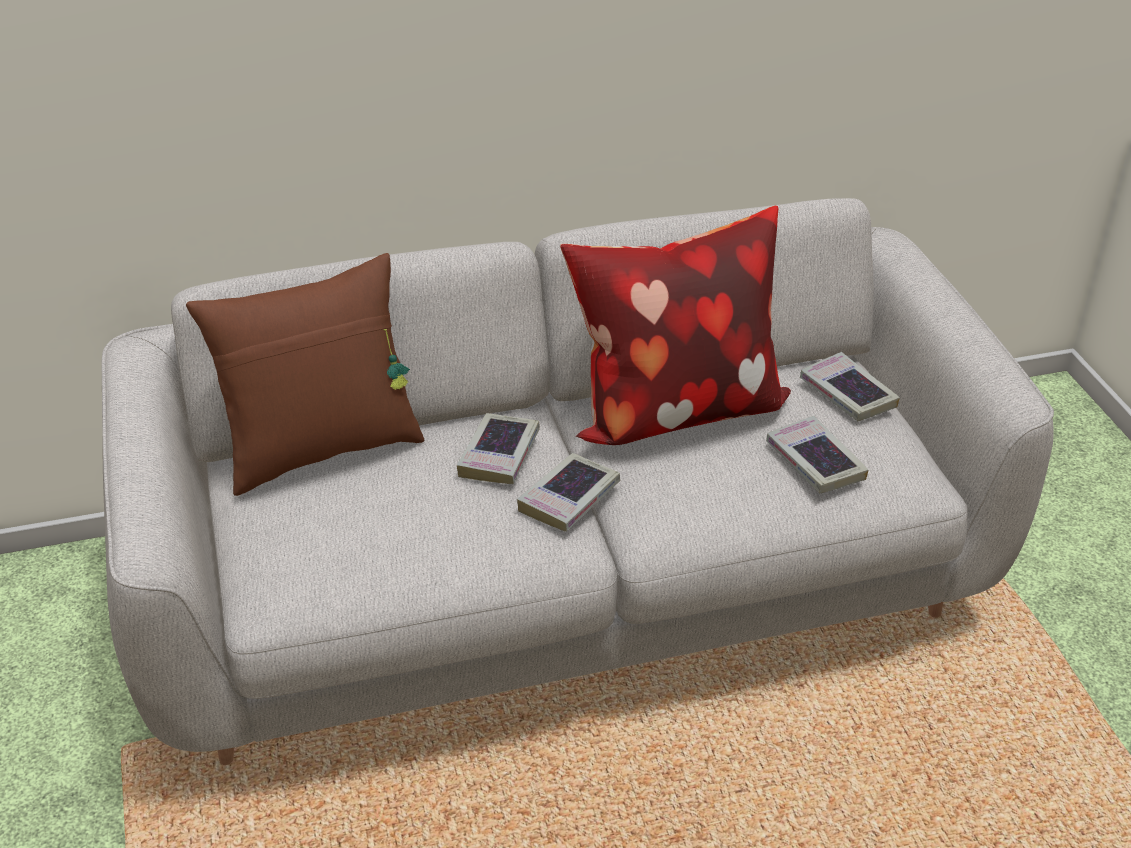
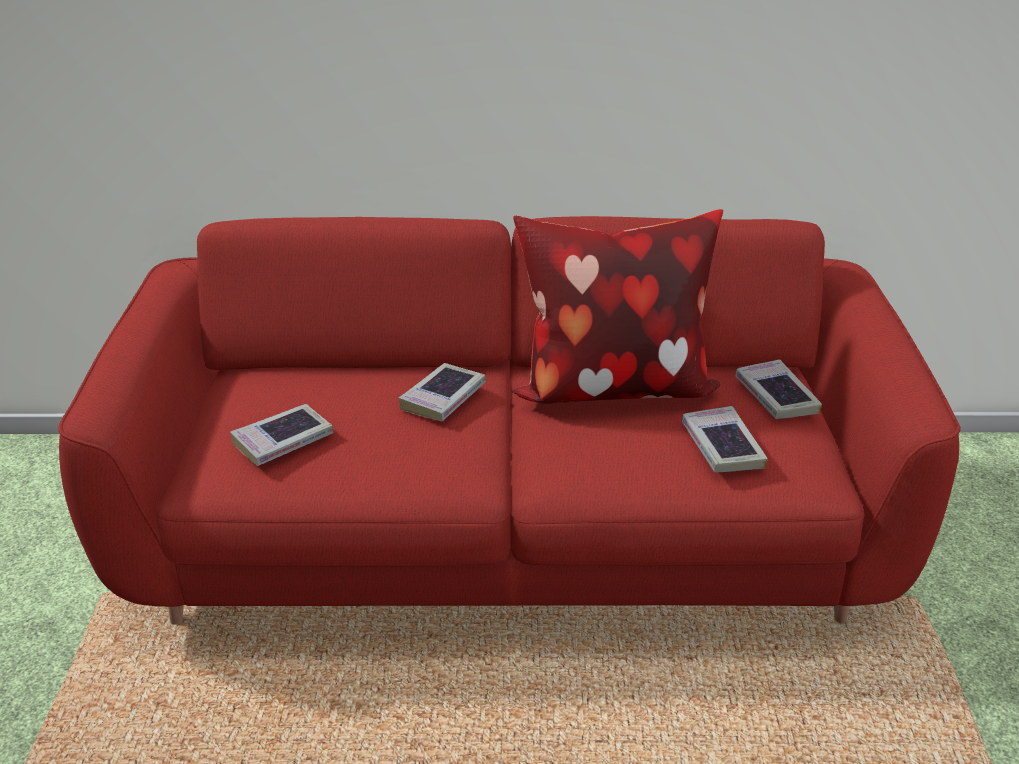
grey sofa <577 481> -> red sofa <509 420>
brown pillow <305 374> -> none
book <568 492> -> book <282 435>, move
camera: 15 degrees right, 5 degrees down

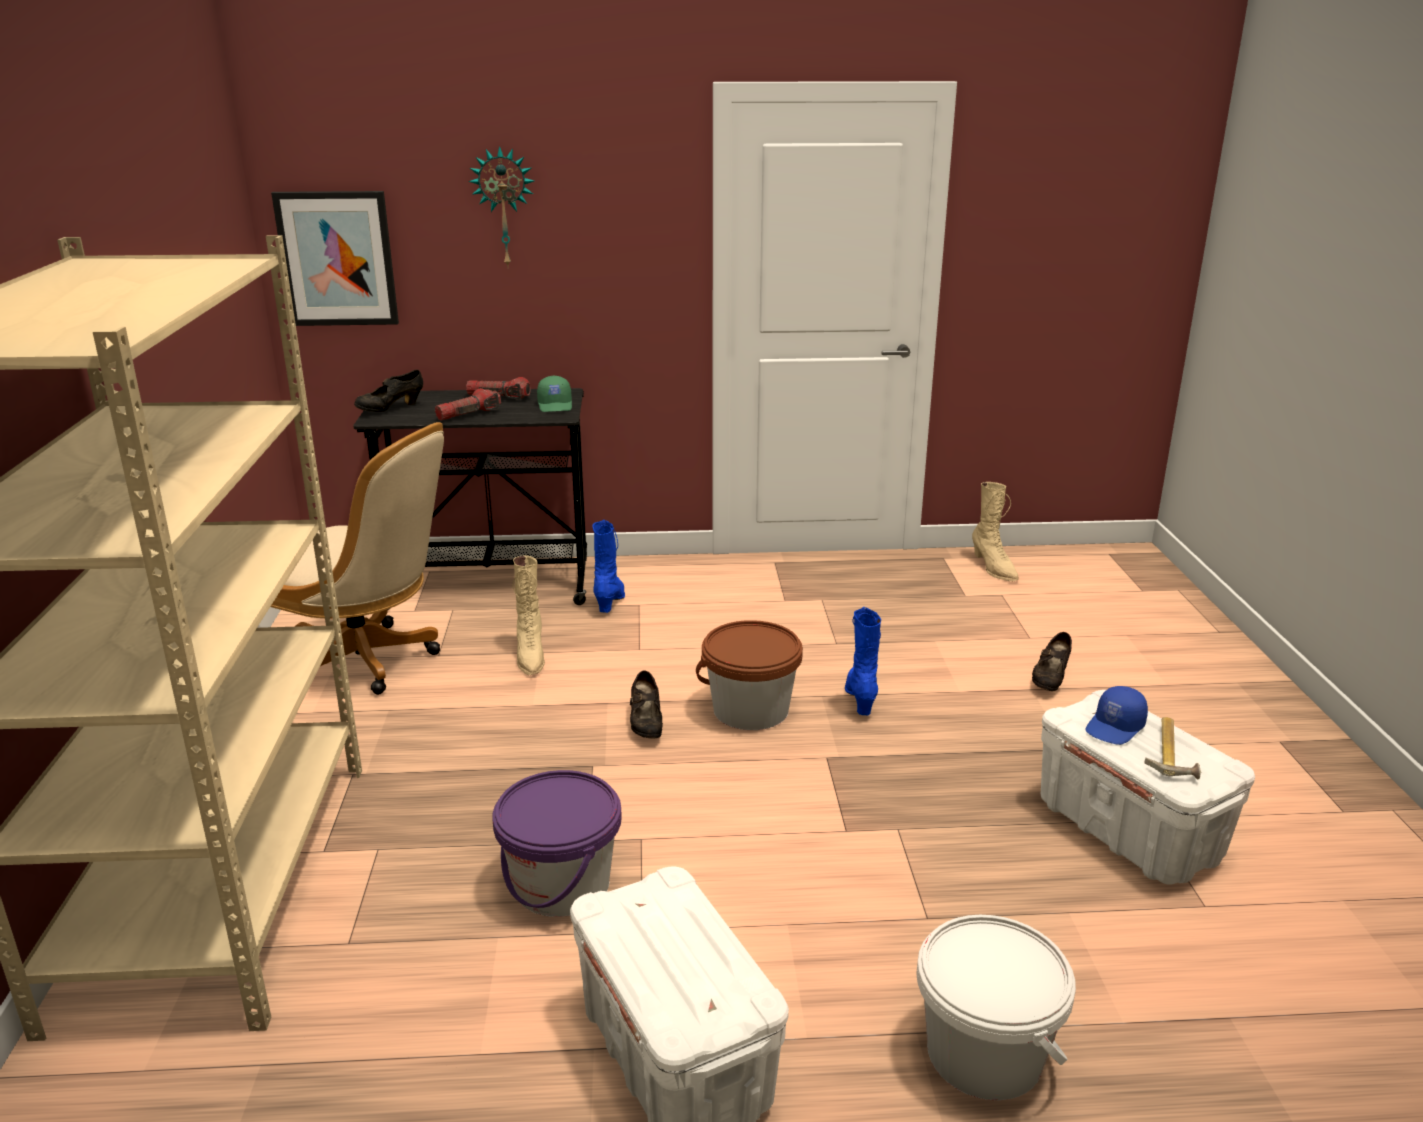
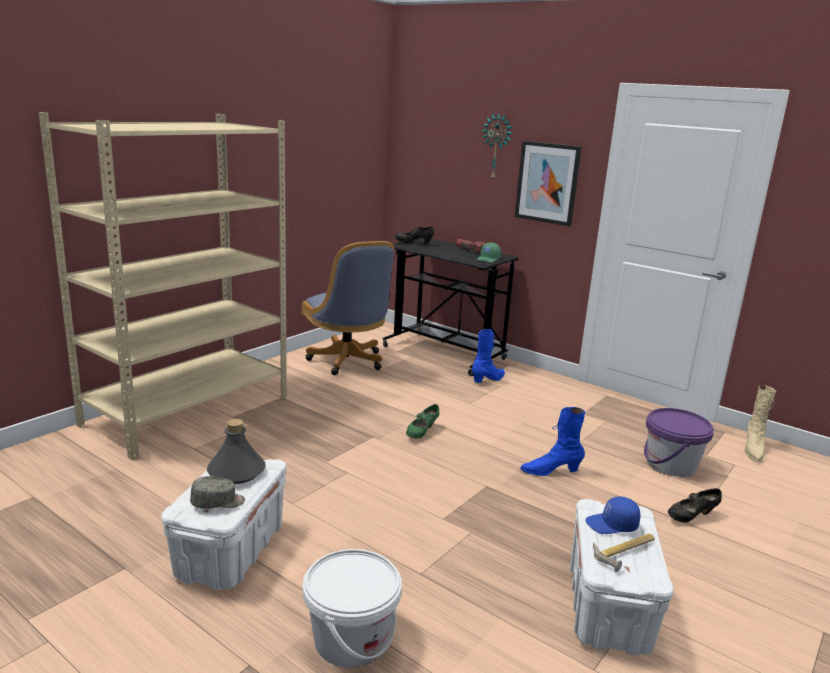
picture <335 258> -> picture <548 183>, move
beige office chair <357 558> -> blue office chair <348 308>
flashlight <468 404> -> none
purple bucket <557 843> -> purple bucket <679 442>, move
beige boot <528 615> -> none
black shoe <646 704> -> green shoe <422 421>
brown bucket <749 675> -> none
blue boot <863 661> -> blue boot <552 441>, 135 degrees counterclockwise
none -> grey cap <217 492>
none -> grey bottle <236 451>
camera: 40 degrees right, 5 degrees down

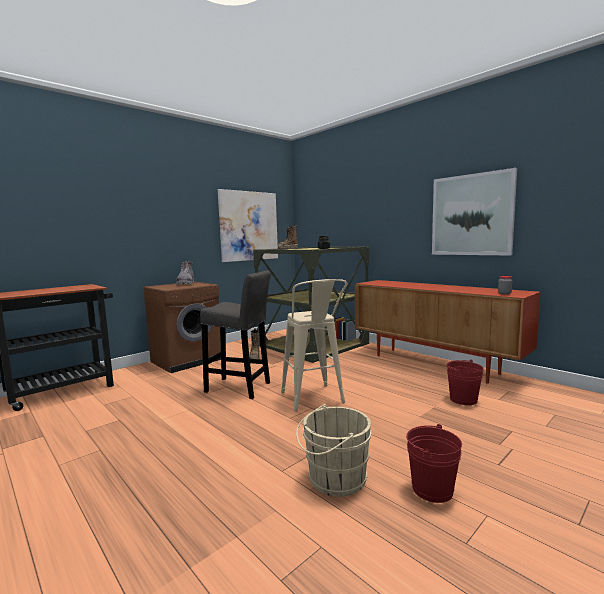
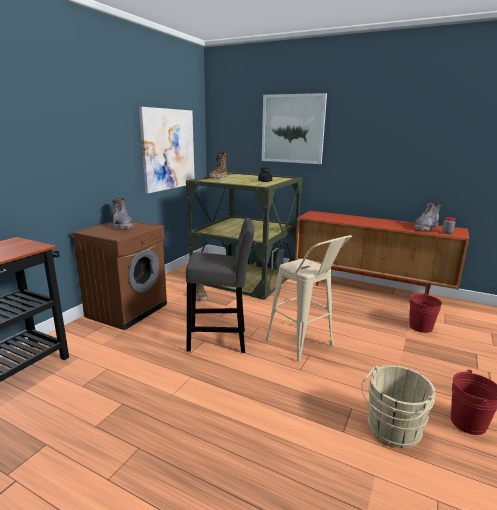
picture <474 212> -> picture <294 128>, move
none -> grey boot <427 217>
camera: 20 degrees left, 10 degrees up

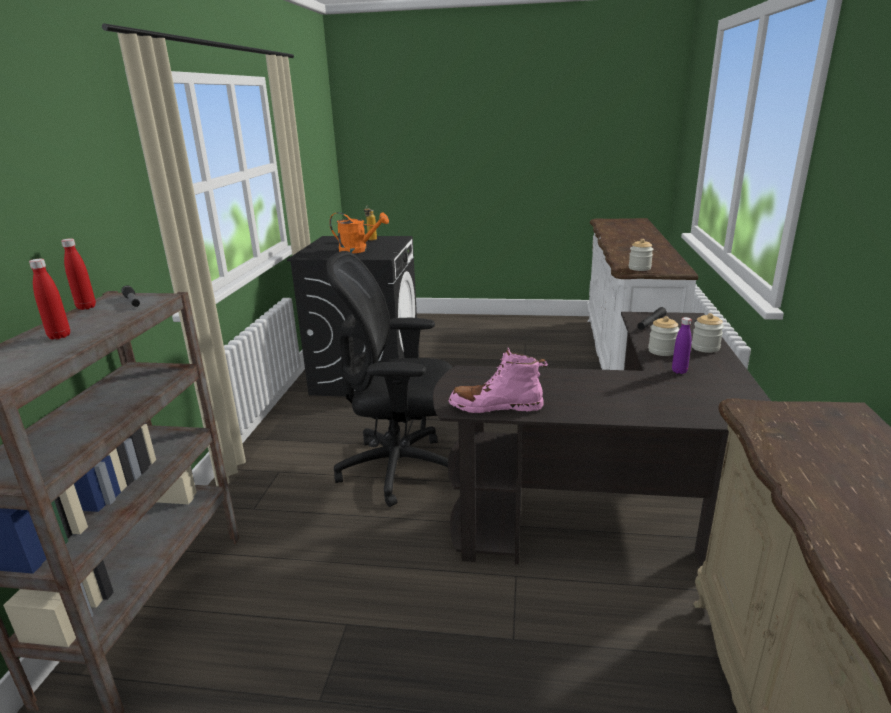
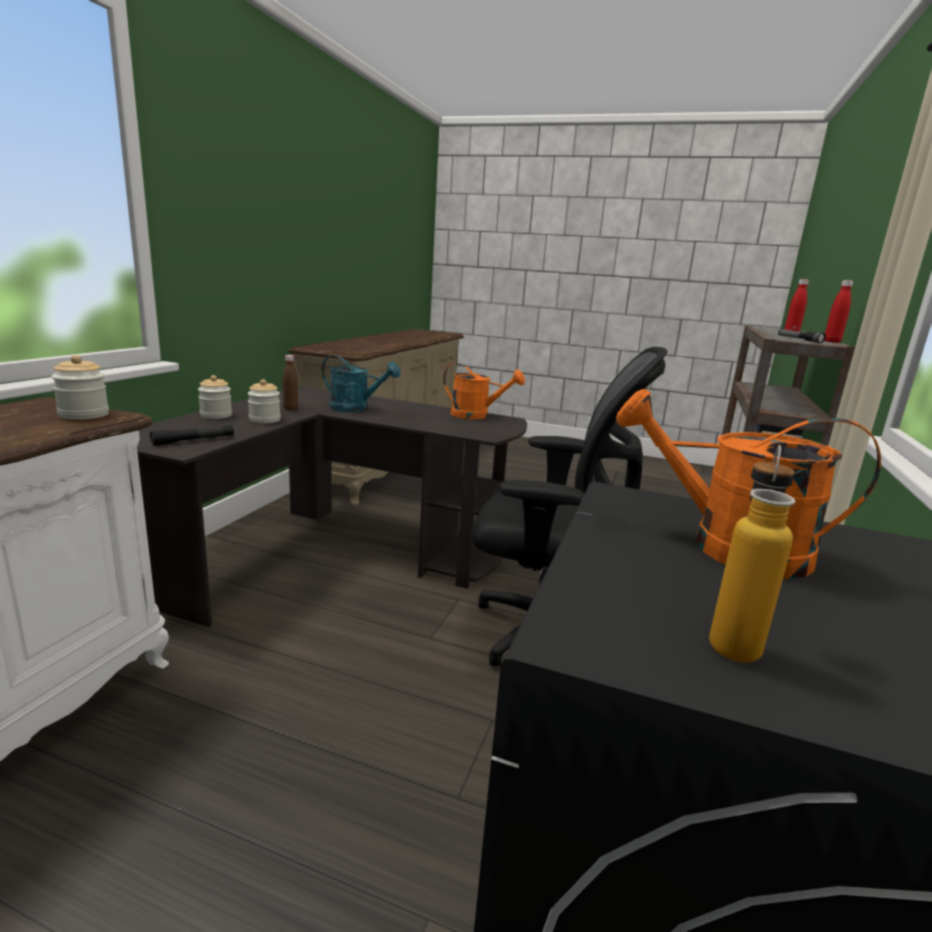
pink boot <498 380> -> orange watering can <484 391>
purple bottle <682 345> -> brown bottle <290 382>
none -> turquoise watering can <361 383>
camera: 170 degrees left, 5 degrees down

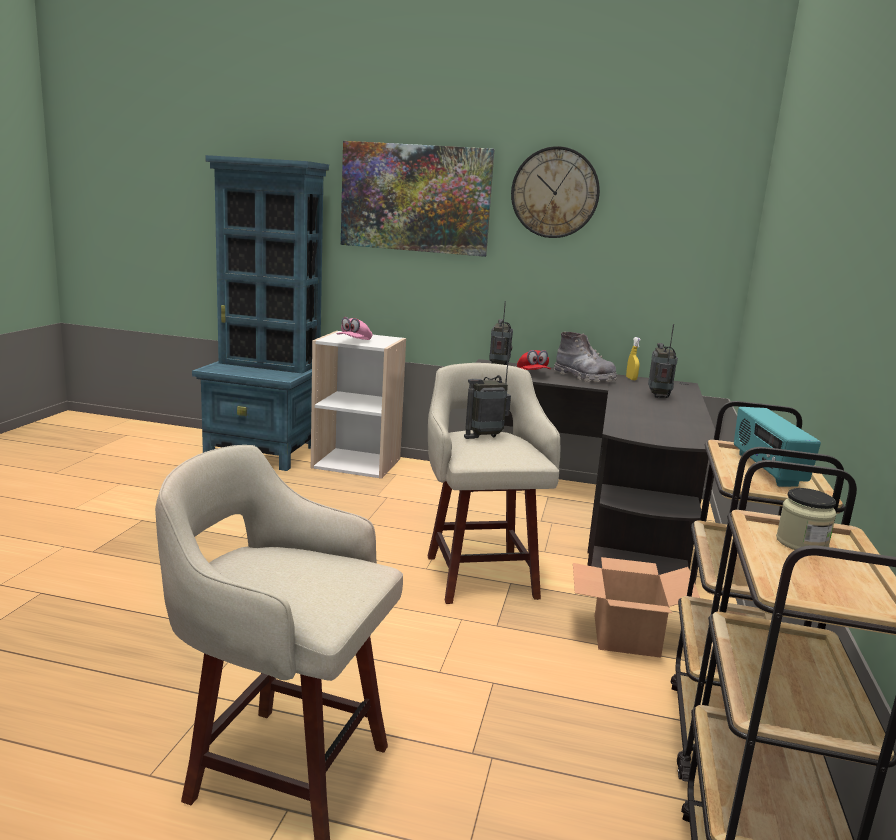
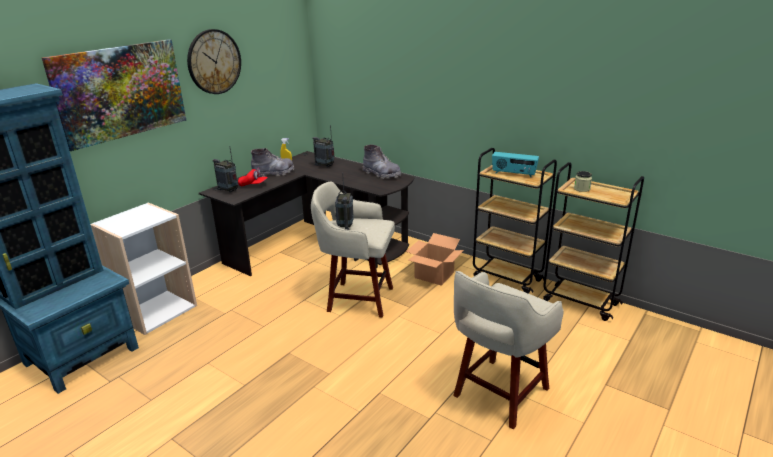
pink cap <354 328> -> none
none -> grey boot <382 162>
camera: 65 degrees left, 10 degrees up

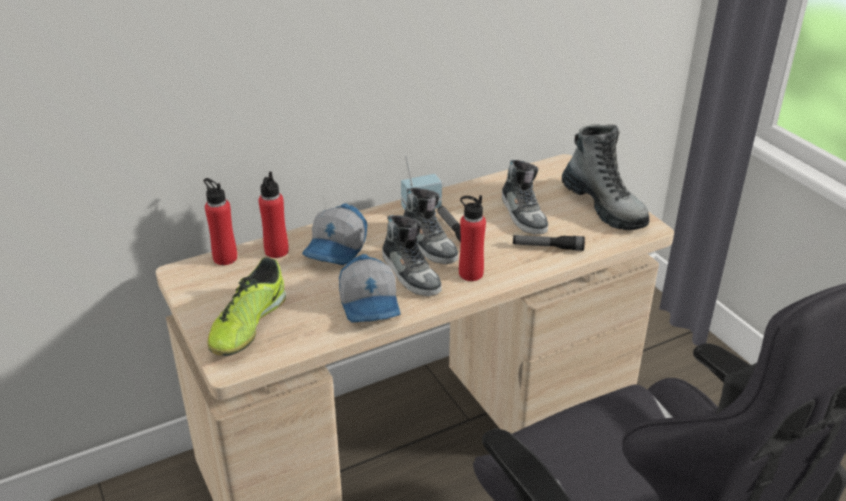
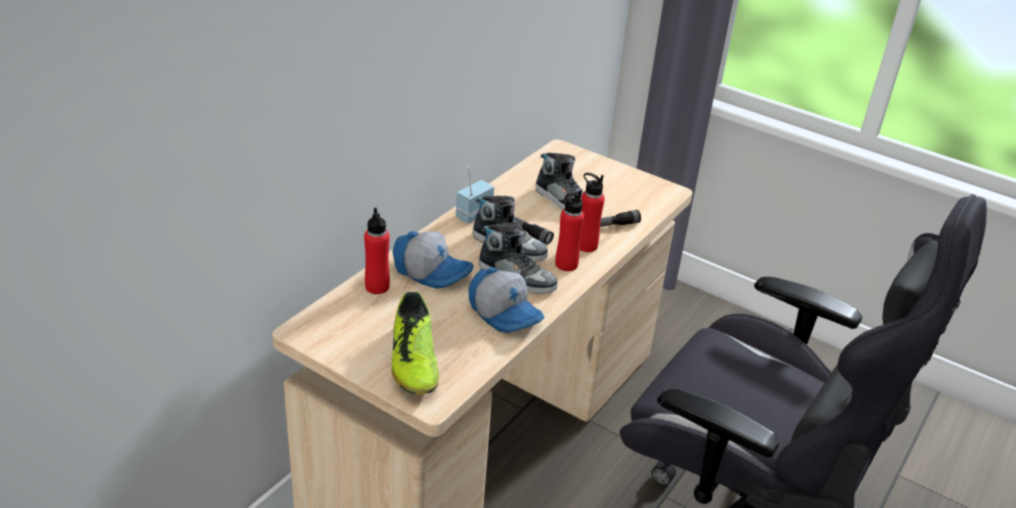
red bottle <220 221> -> red bottle <592 212>, move
cap <334 234> -> cap <433 260>, 60 degrees counterclockwise
boot <606 177> -> none
camera: 30 degrees left, 0 degrees up

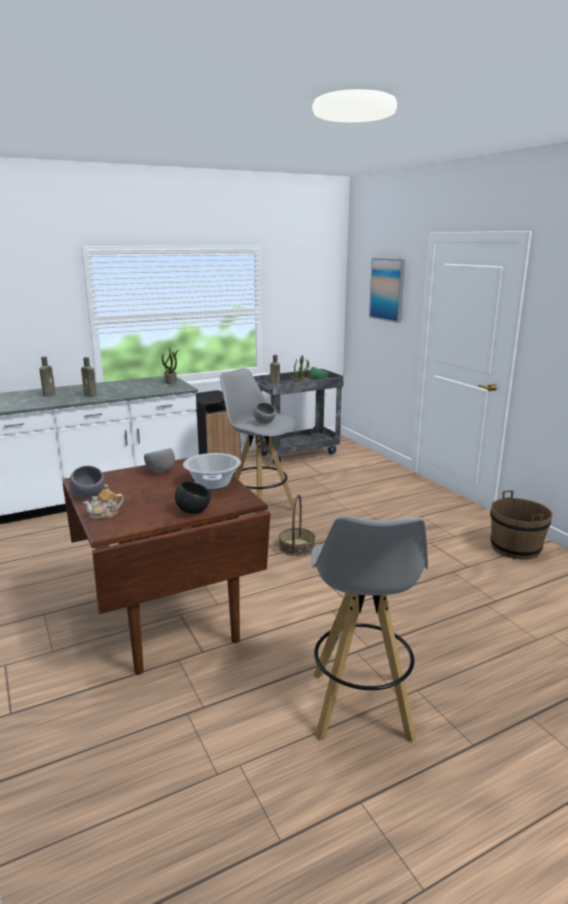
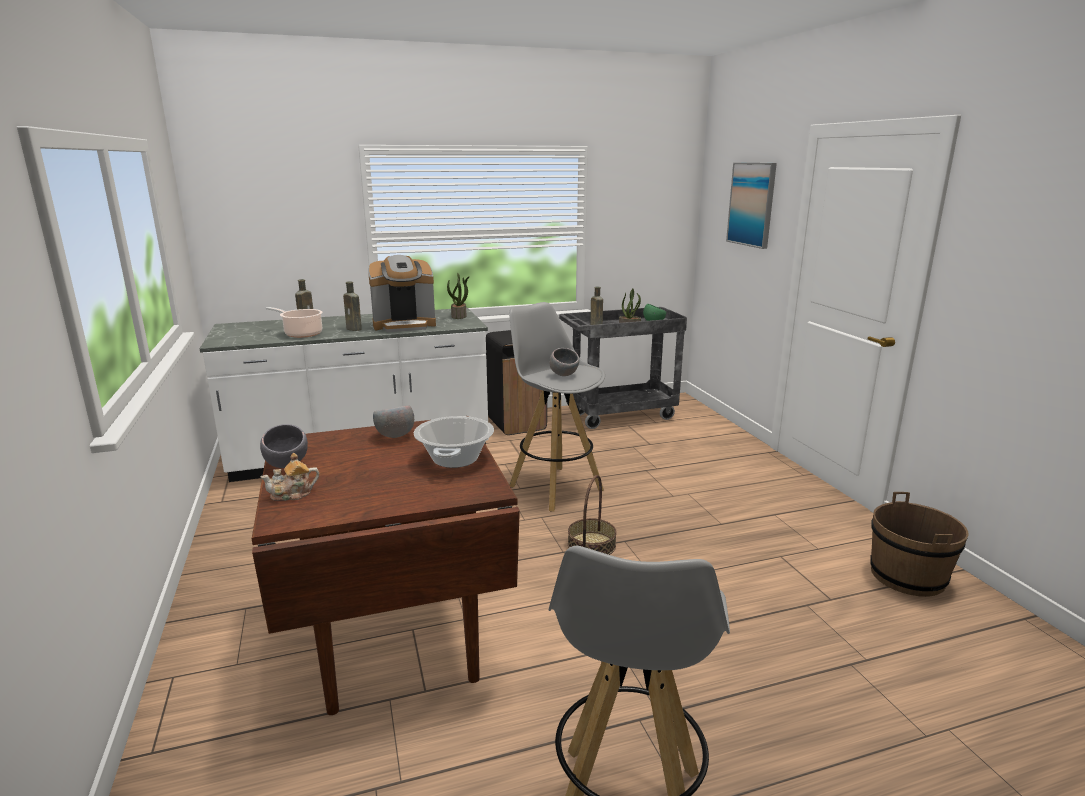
black bowl <193 497> -> none
none -> cooking pot <294 322>
none -> coffee machine <402 293>
camera: 10 degrees right, 0 degrees up

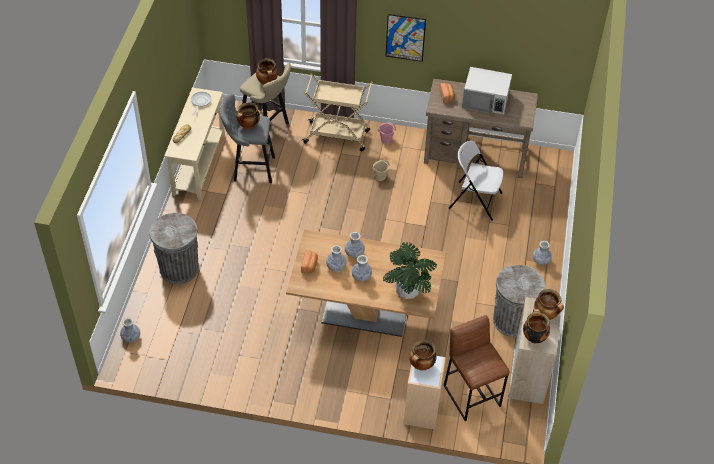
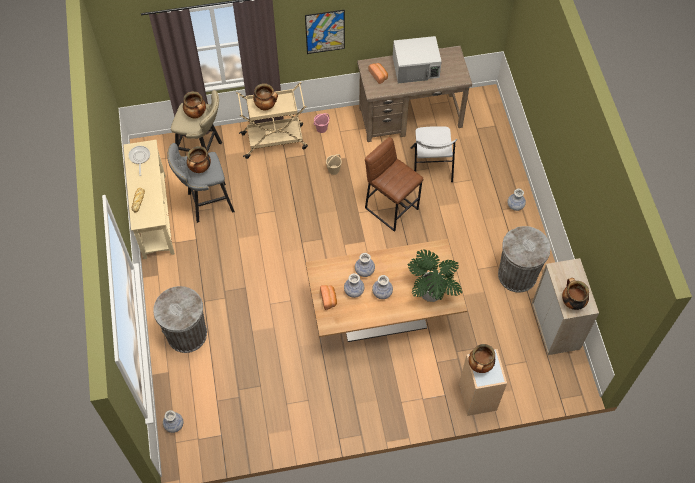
brown stool <477 368> -> brown stool <394 184>, move
white chair <476 181> -> white chair <434 154>, 90 degrees counterclockwise
cooking pot <549 304> -> cooking pot <265 96>, move
camera: 20 degrees left, 10 degrees up

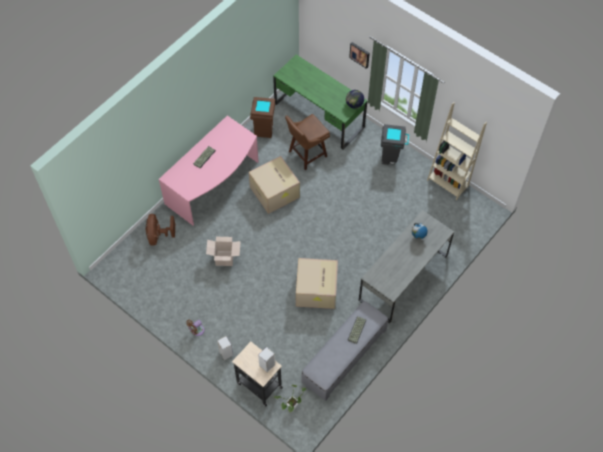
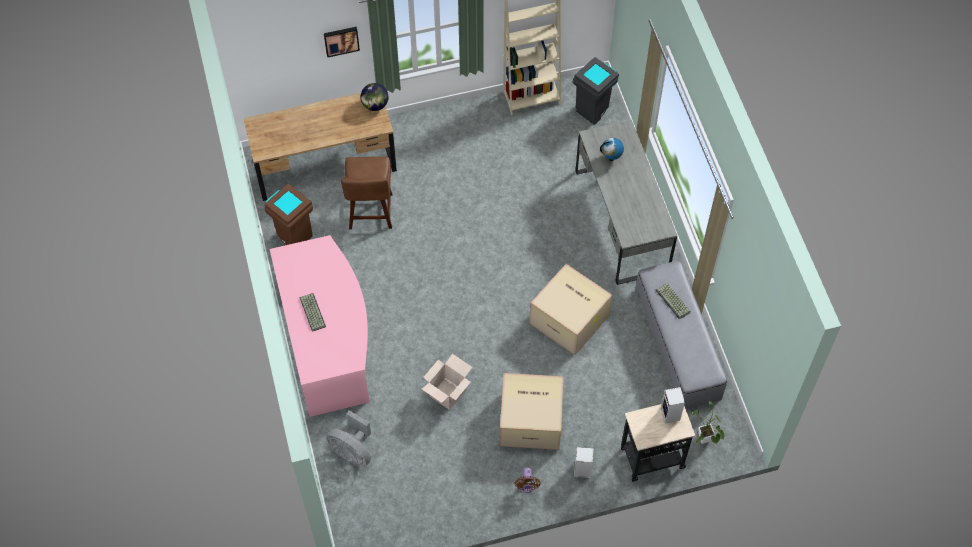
brown fan <160 230> -> grey fan <348 438>
cardboard box <274 185> -> cardboard box <532 411>, move
green desk <320 101> -> brown desk <320 147>
grey trash can <395 144> -> grey trash can <596 91>, move
camera: 55 degrees left, 0 degrees up

